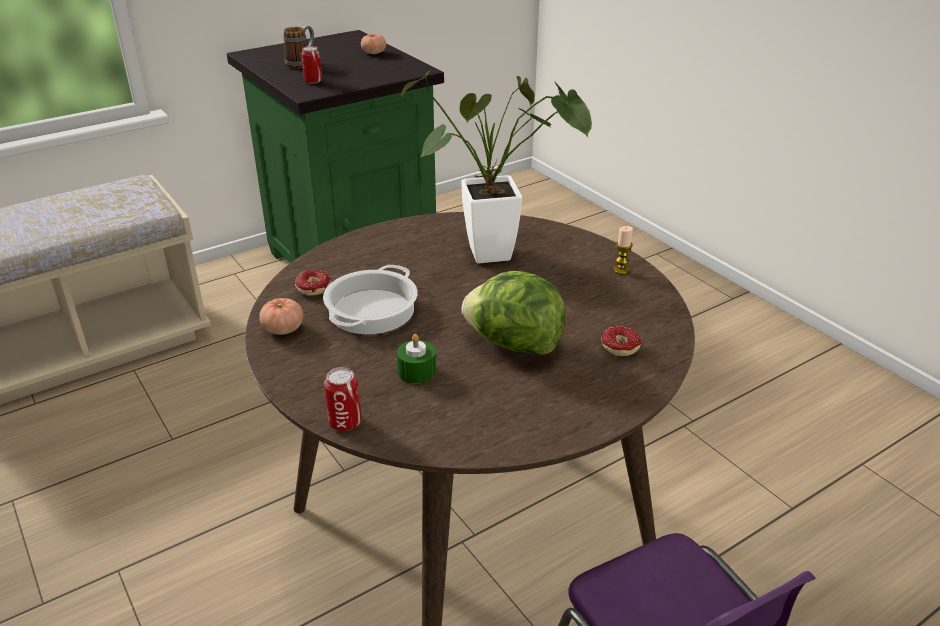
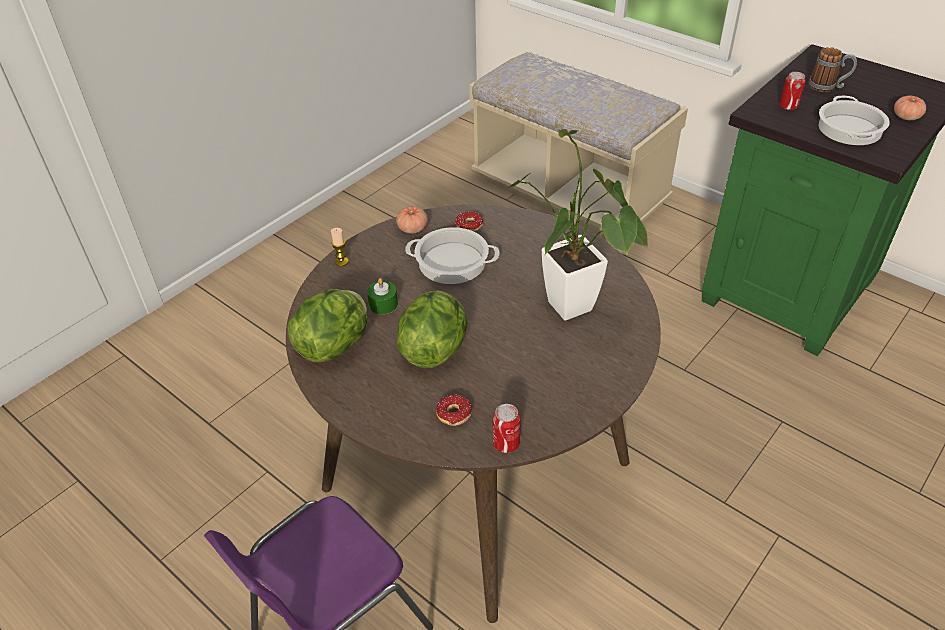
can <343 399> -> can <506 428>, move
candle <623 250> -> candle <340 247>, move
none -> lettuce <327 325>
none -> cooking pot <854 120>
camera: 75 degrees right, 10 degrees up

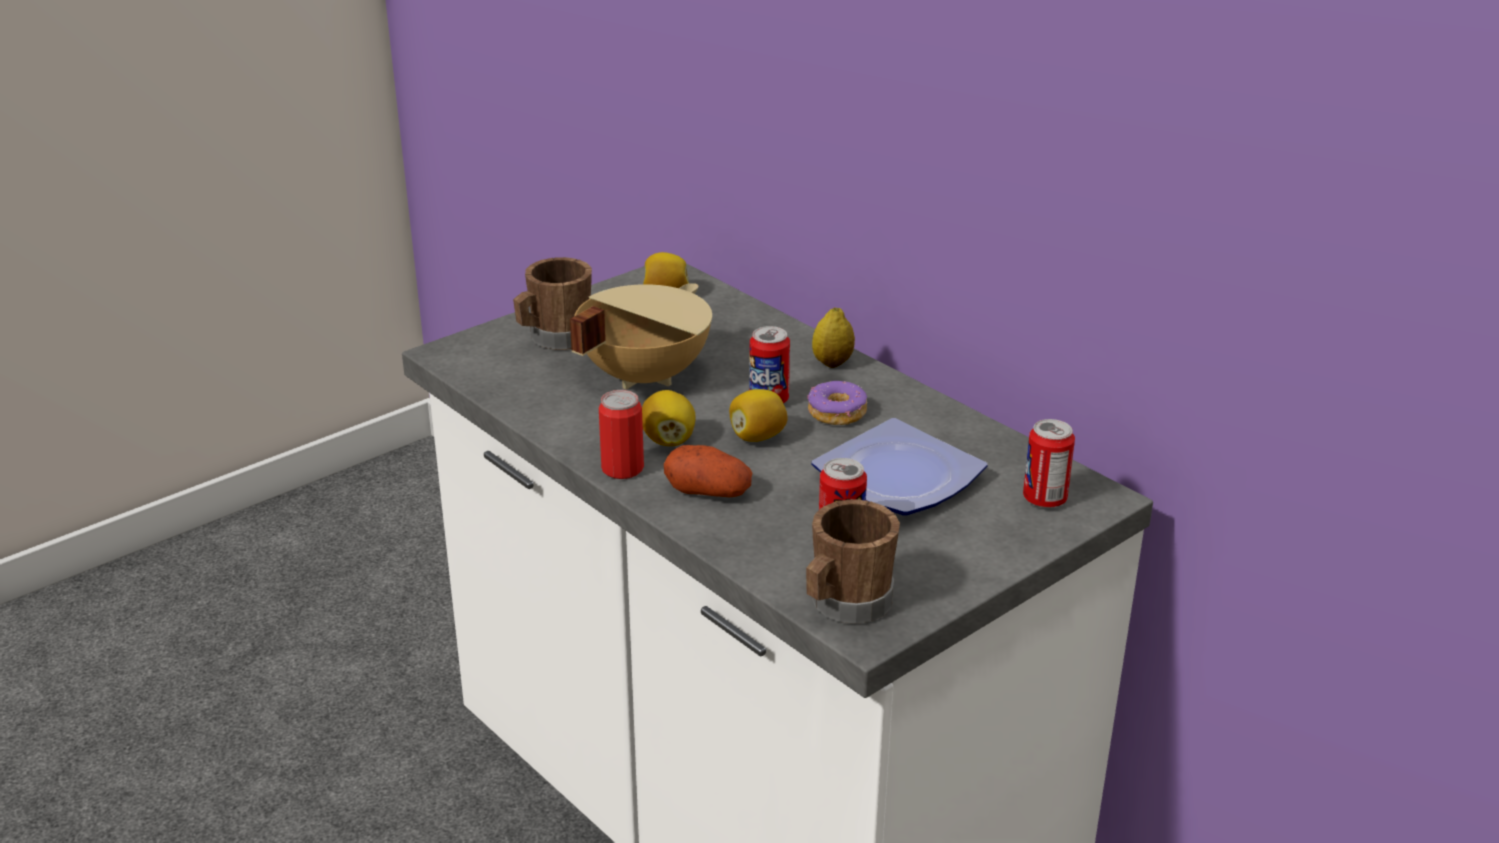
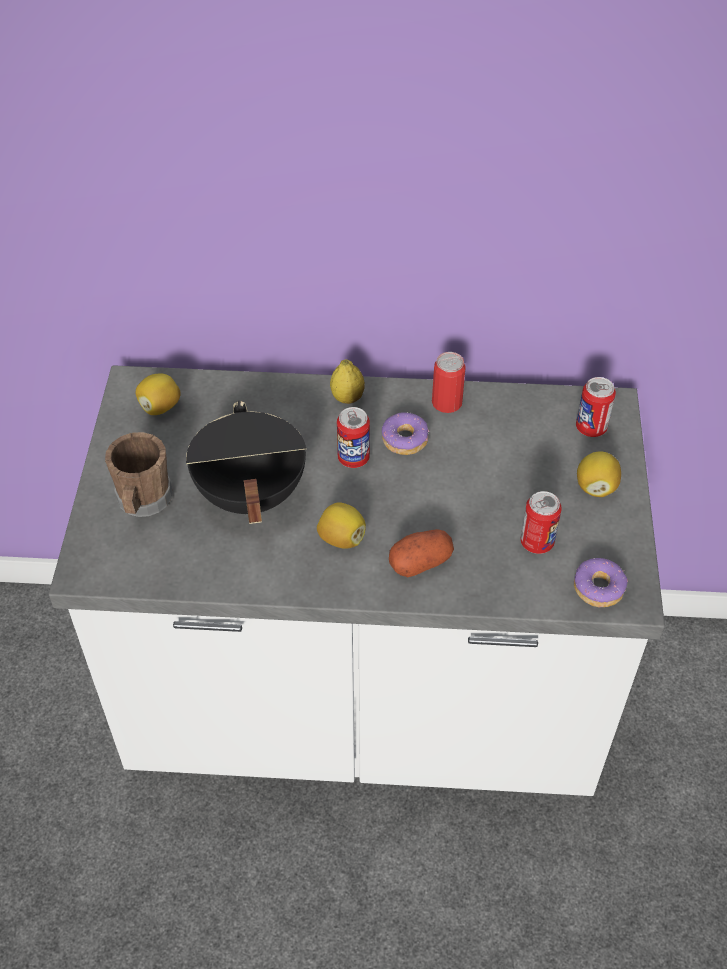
beige cooking pot <641 336> -> black cooking pot <246 462>
can <621 434> -> can <449 382>, move
lemon <758 415> -> lemon <599 474>, move
brown mug <853 561> -> donut <601 582>
plate <900 466> -> none
camera: 45 degrees left, 20 degrees up

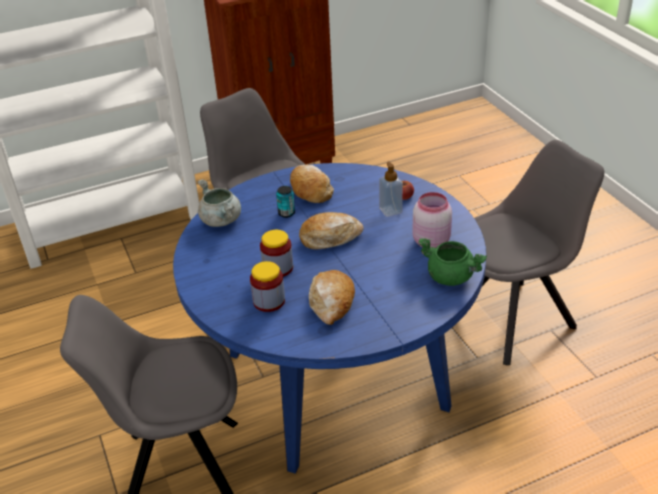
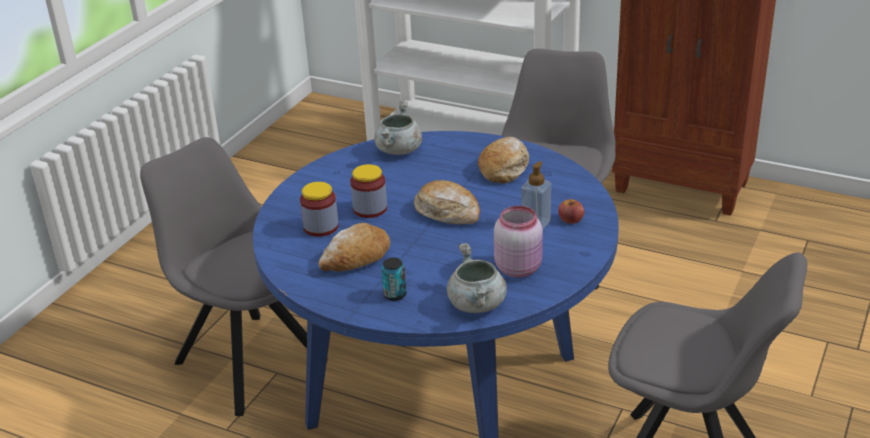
can <285 202> -> can <394 279>, move
green cooking pot <452 262> -> grey cooking pot <477 278>
camera: 50 degrees right, 5 degrees down

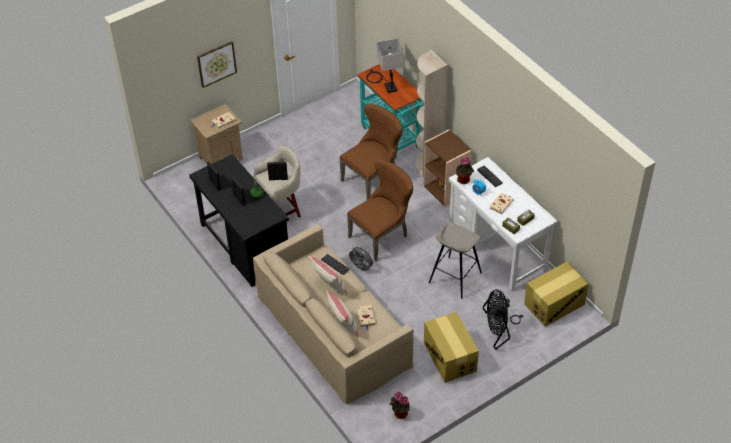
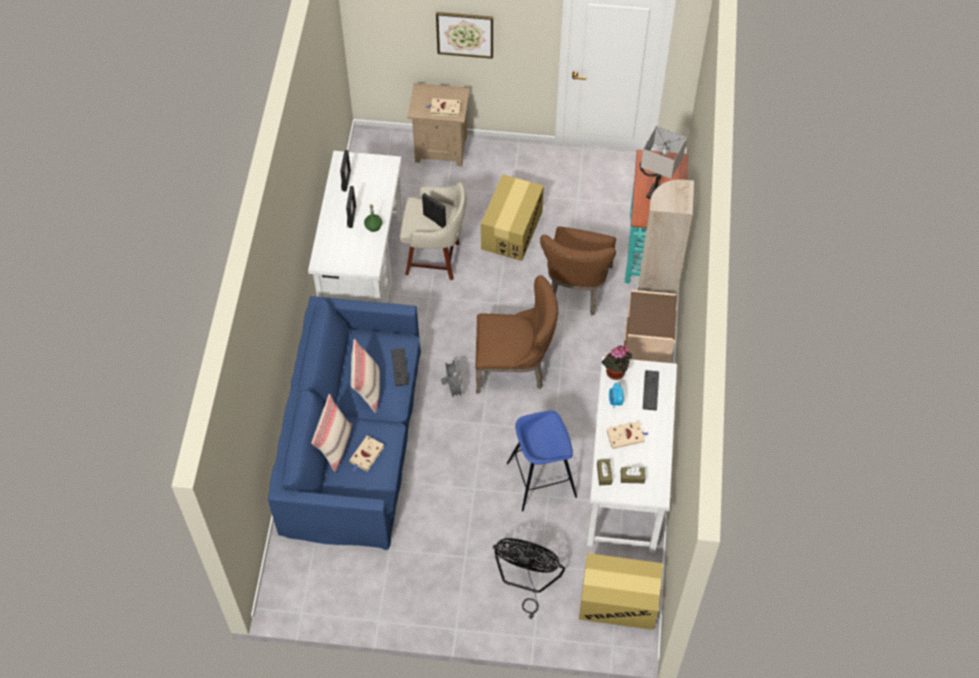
black desk <239 220> -> white desk <355 227>
beige sofa <333 314> -> blue sofa <344 423>
brown chair <371 152> -> brown chair <578 271>, 105 degrees clockwise
potted plant <400 405> -> none
cardboard box <451 347> -> cardboard box <512 217>, move
grey stool <455 260> -> blue stool <542 461>
black fan <503 319> -> black fan <529 578>, 75 degrees clockwise
camera: 40 degrees right, 10 degrees up

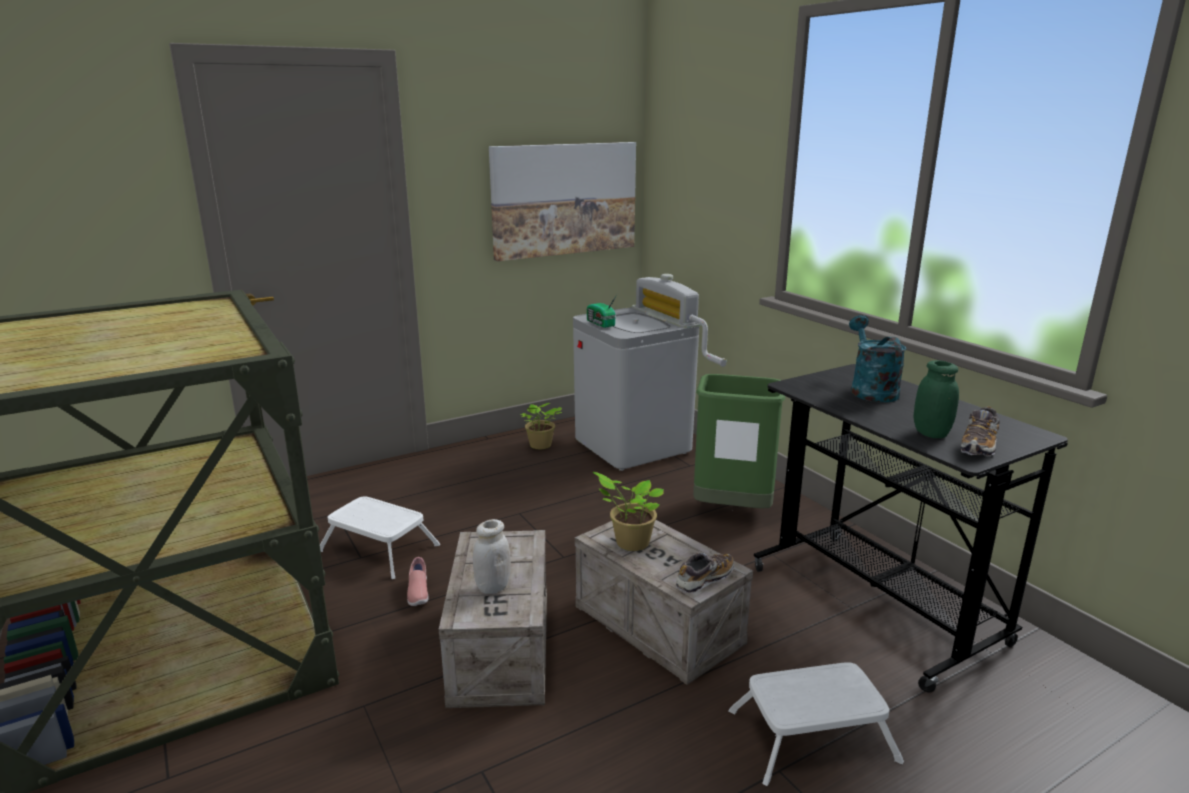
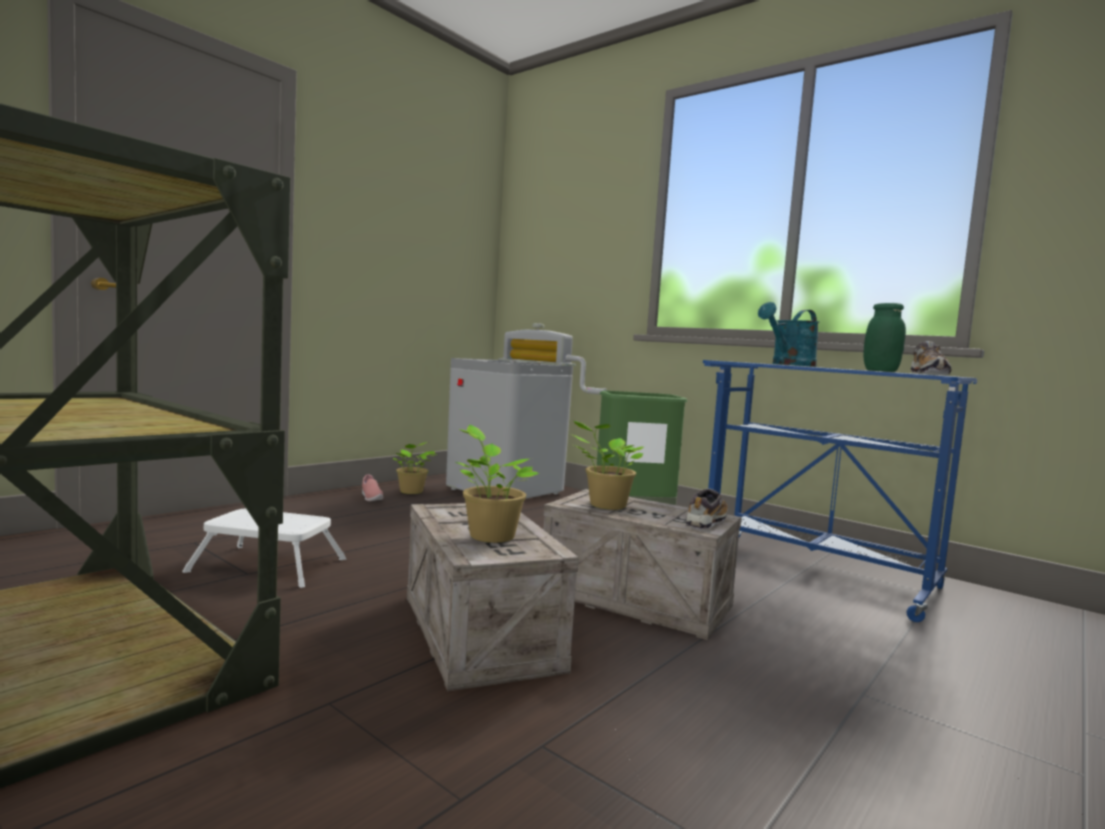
pink shoe <418 581> -> pink shoe <372 487>, move
white jar <492 556> -> potted plant <497 484>
picture <562 201> -> none
radio <602 310> -> none
white step ladder <816 724> -> none
black desk <911 528> -> blue desk <840 491>
turquoise watering can <877 359> -> turquoise watering can <788 334>, 105 degrees counterclockwise
camera: 20 degrees left, 15 degrees down

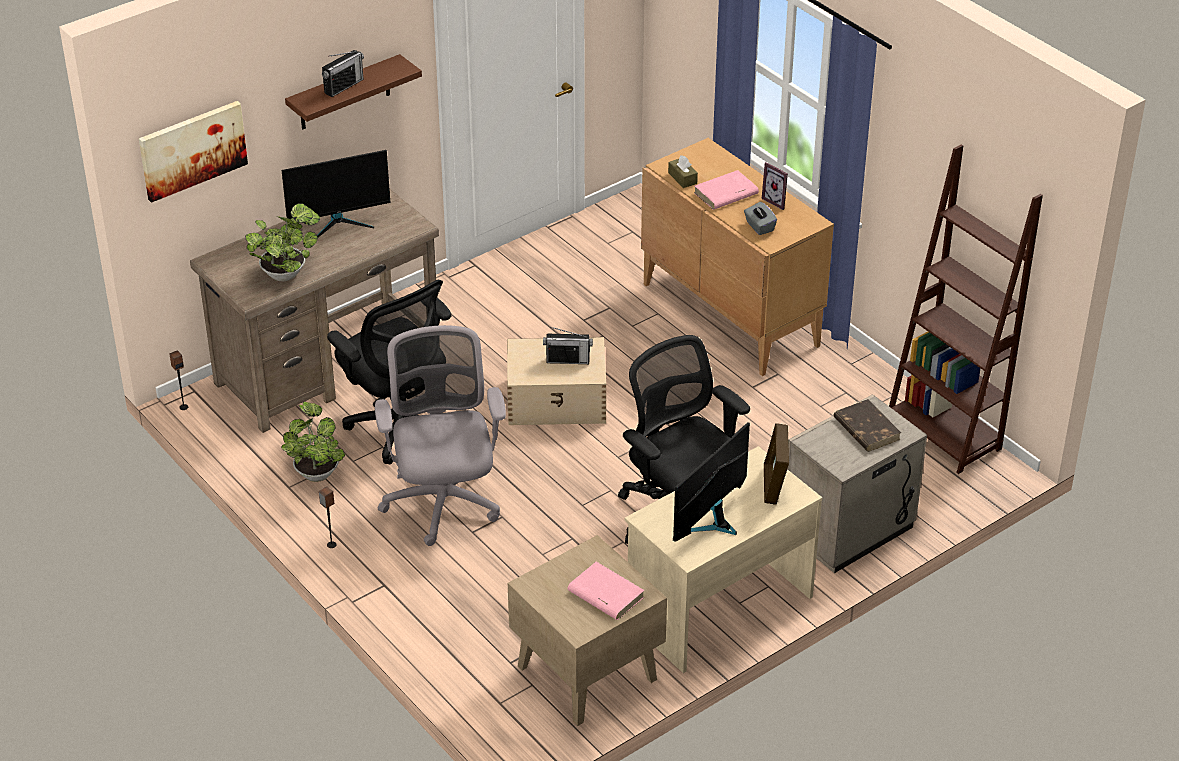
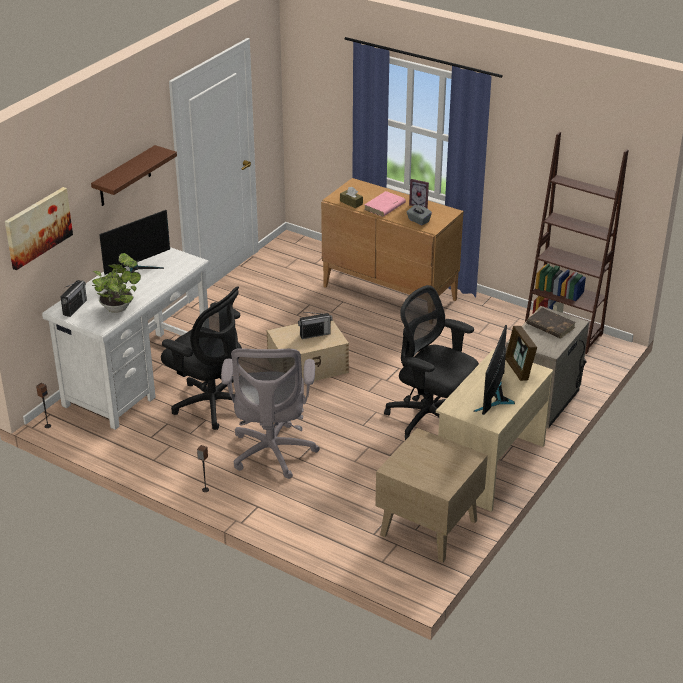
brown desk <314 310> -> white desk <125 338>
potted plant <313 442> -> none
radio <343 73> -> radio <73 298>, move
grey office chair <440 435> -> grey office chair <270 413>, 150 degrees counterclockwise
pink book <606 591> -> none
camera: 20 degrees left, 5 degrees down

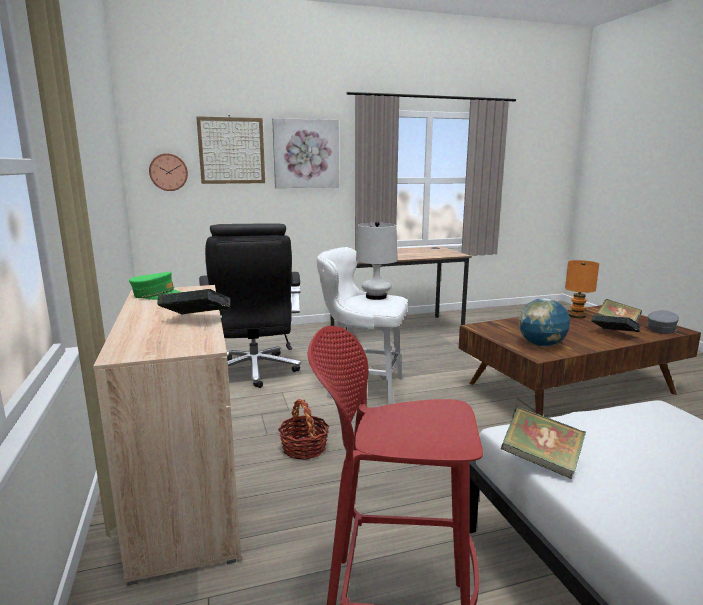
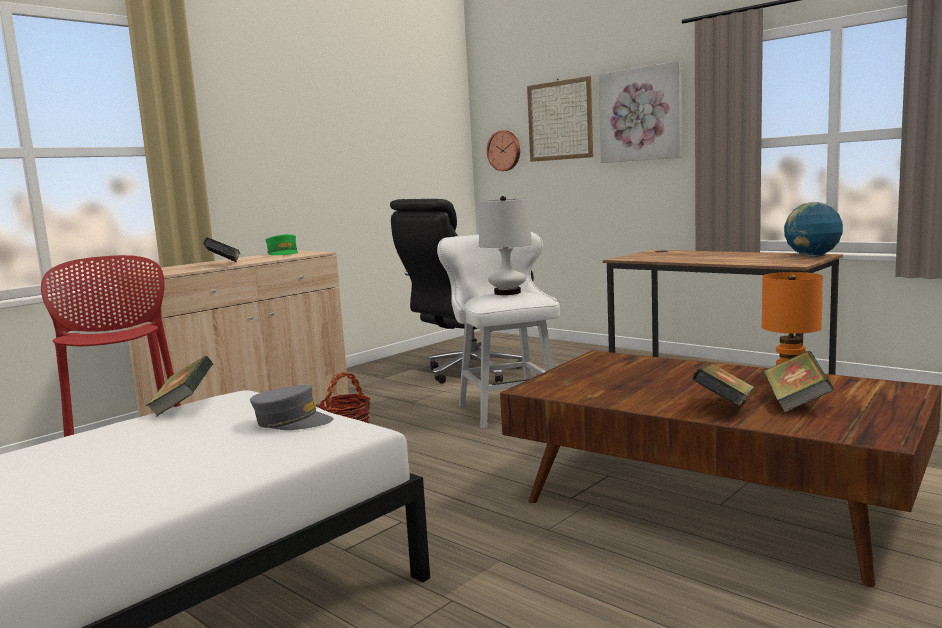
globe <544 322> -> globe <813 229>, move
grey cap <663 322> -> grey cap <292 407>, move
camera: 60 degrees right, 5 degrees down

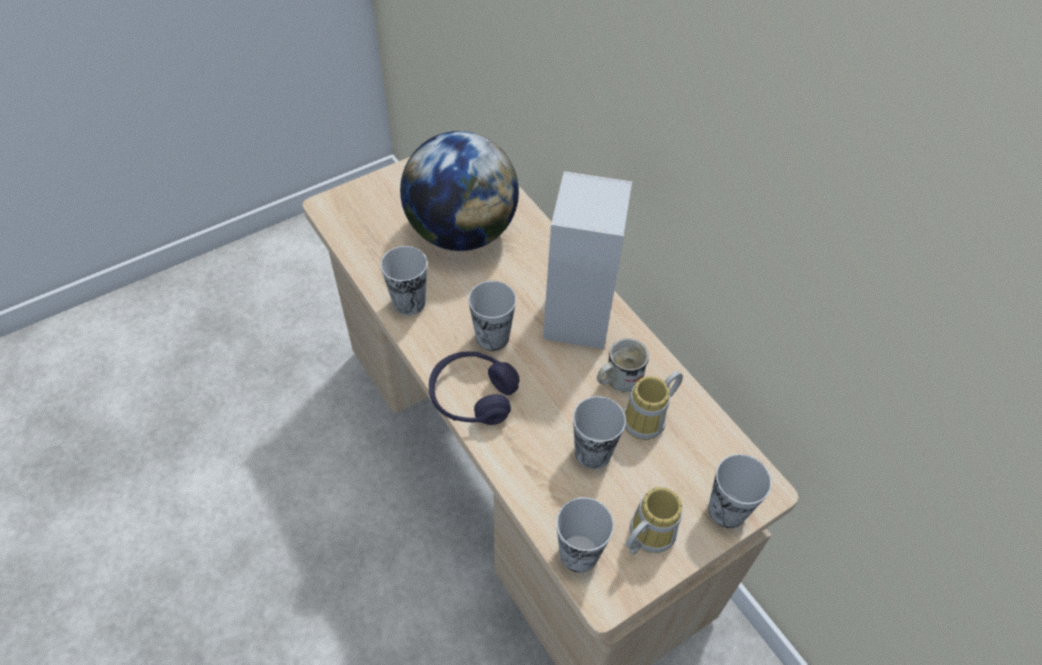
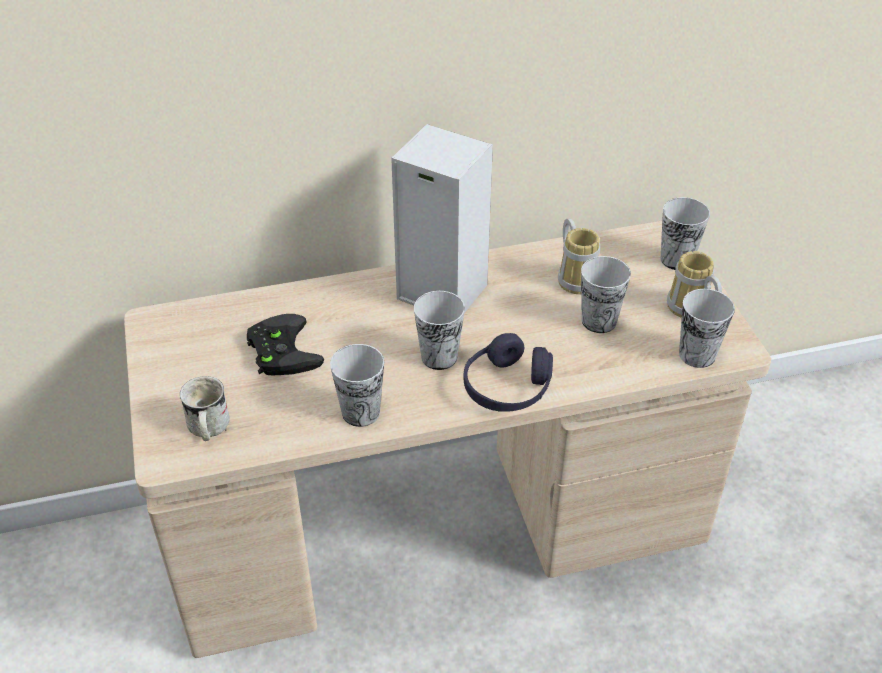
globe <459 191> -> black game controller <285 344>
white mug <623 365> -> white mug <205 408>, move
camera: 70 degrees left, 10 degrees down

